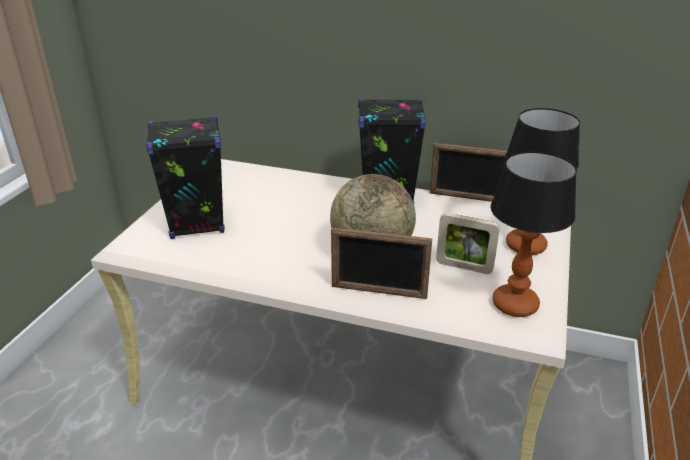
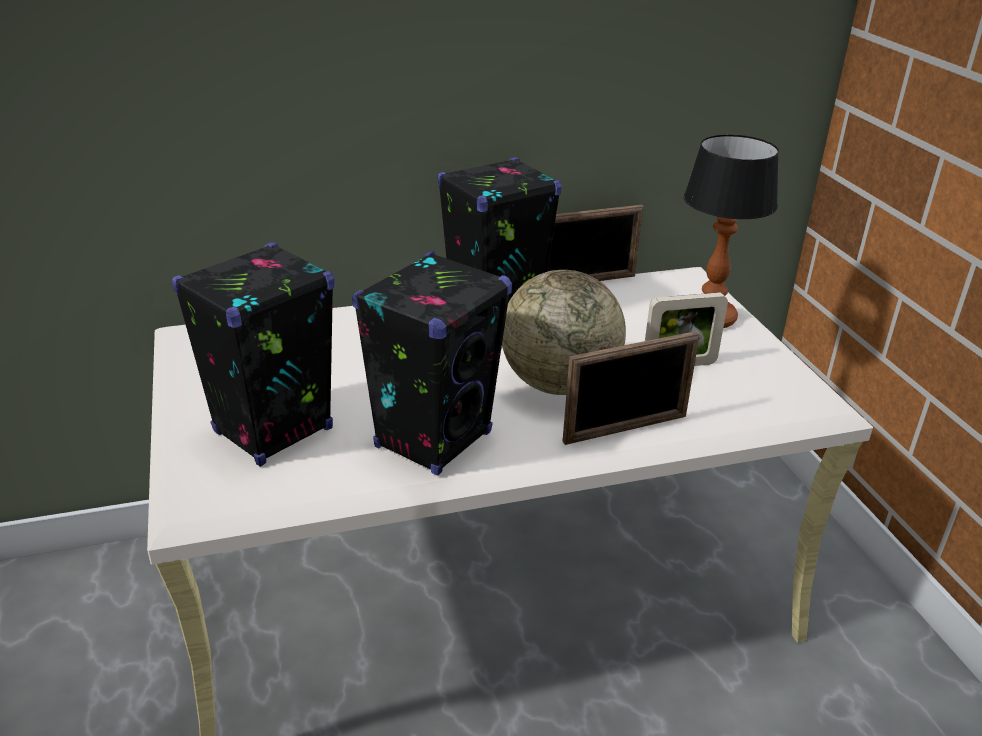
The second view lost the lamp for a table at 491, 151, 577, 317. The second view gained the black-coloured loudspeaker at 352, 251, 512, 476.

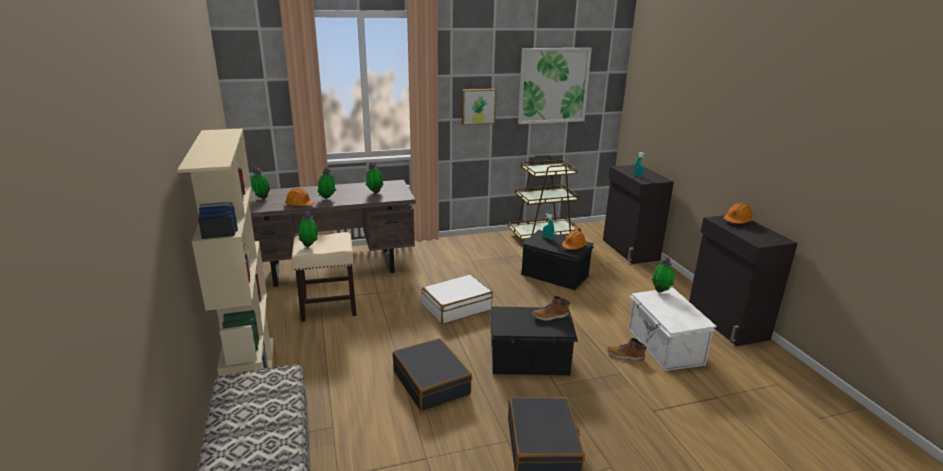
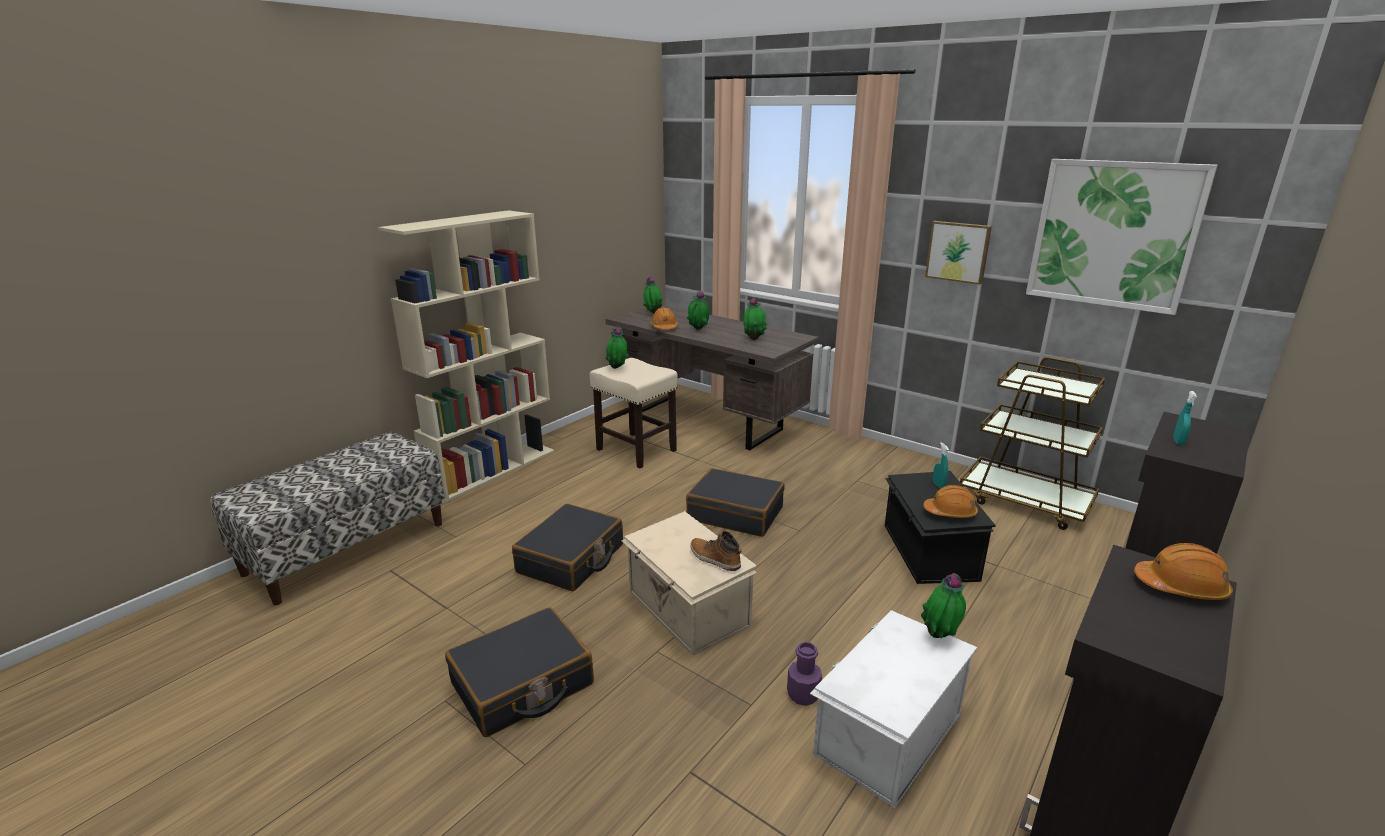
What was the whitish suitcase at 422, 274, 493, 324 turned into the black-coloured suitcase at 686, 468, 785, 537. What was the black-coloured storage container at 490, 307, 578, 375 turned into the sand-coloured storage container at 622, 511, 757, 655. Where the tall boot stood at 607, 338, 647, 361, the purple-coloured bottle came to stand at 787, 642, 822, 706.

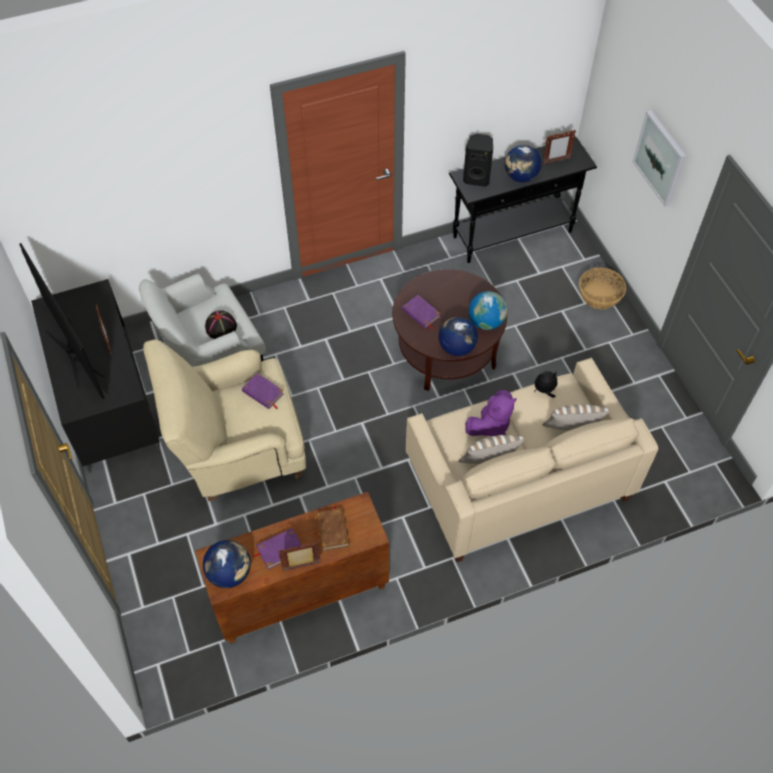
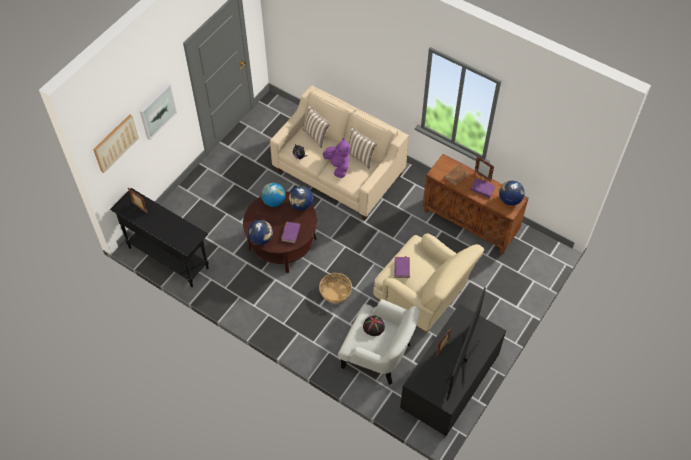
The second view lost the black-coloured loudspeaker at 463, 134, 493, 187. The purple-coloured plush toy at 465, 390, 517, 436 ended up facing another way, 45 degrees clockwise from before. The globe ended up elsewhere, having gone from 505, 145, 541, 182 to 248, 220, 273, 245. The storage basket ended up elsewhere, having gone from 579, 267, 626, 309 to 319, 273, 352, 303. The second view gained the wall art at 93, 115, 139, 173.

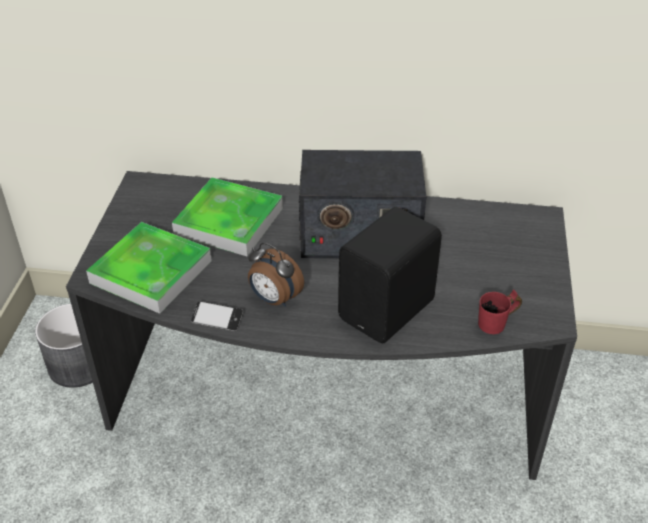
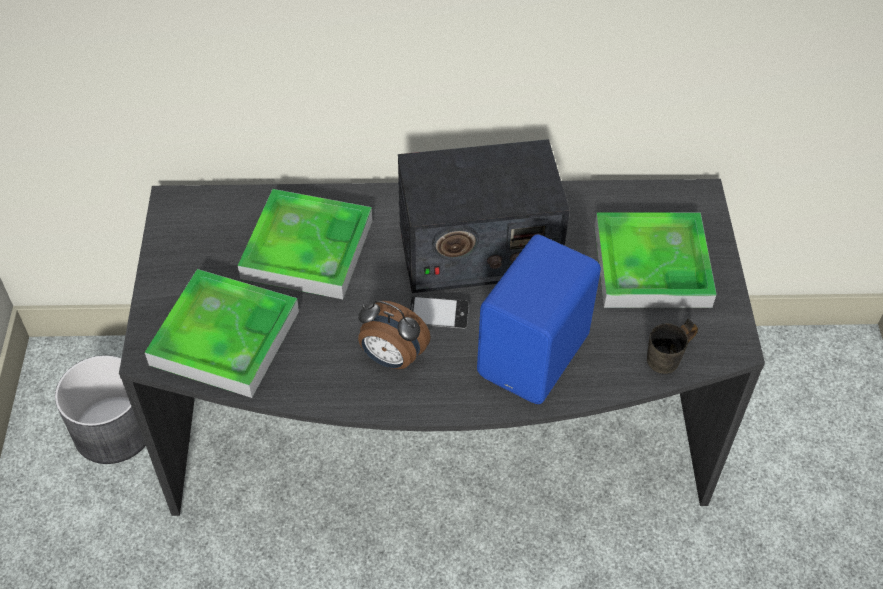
The handset ended up elsewhere, having gone from 191, 301, 244, 331 to 410, 296, 469, 329. What was the black-coloured loudspeaker at 338, 207, 442, 343 turned into the bluish loudspeaker at 477, 235, 601, 404. What was the red coffee mug at 478, 289, 522, 334 turned into the gray coffee mug at 647, 319, 698, 374. The second view gained the tray at 594, 213, 717, 308.

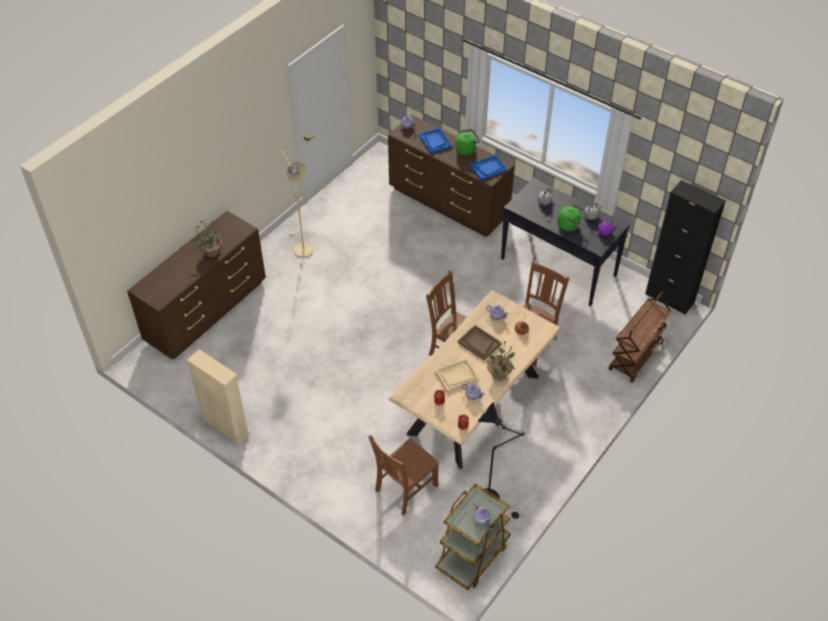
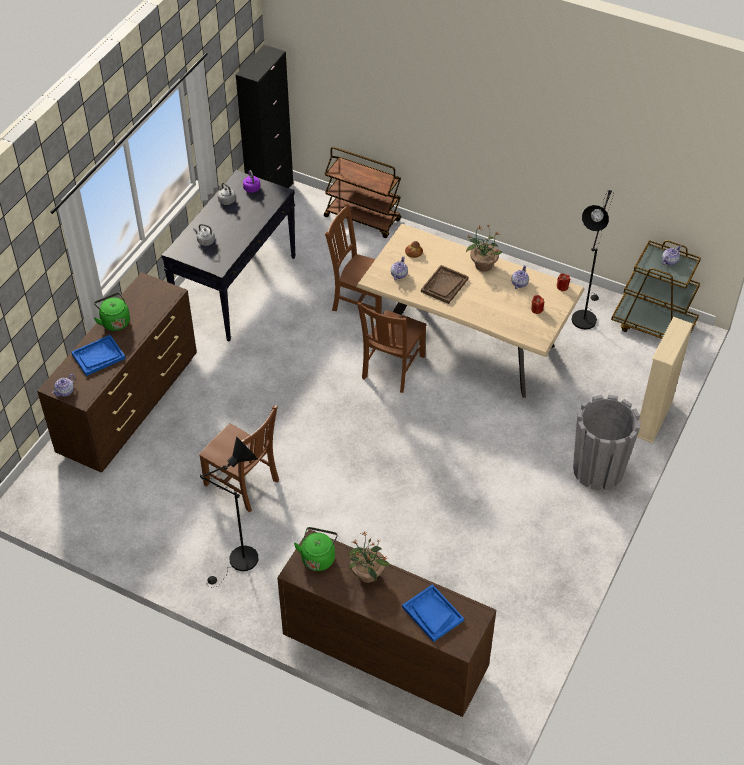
The sand-coloured shelving unit ended up elsewhere, having gone from 187, 349, 250, 444 to 637, 317, 693, 443. What was the sand-coloured floor lamp at 280, 151, 313, 258 turned into the black-coloured floor lamp at 200, 436, 259, 588. The brown upright chair ended up elsewhere, having gone from 368, 435, 439, 516 to 199, 405, 279, 512. The second view lost the sand-coloured tray at 435, 358, 479, 392. The bluish tray ended up elsewhere, having gone from 469, 155, 507, 180 to 402, 584, 464, 642. The greenish water kettle ended up elsewhere, having gone from 557, 205, 584, 231 to 294, 527, 338, 571. The second view gained the gray planter at 573, 395, 641, 490.

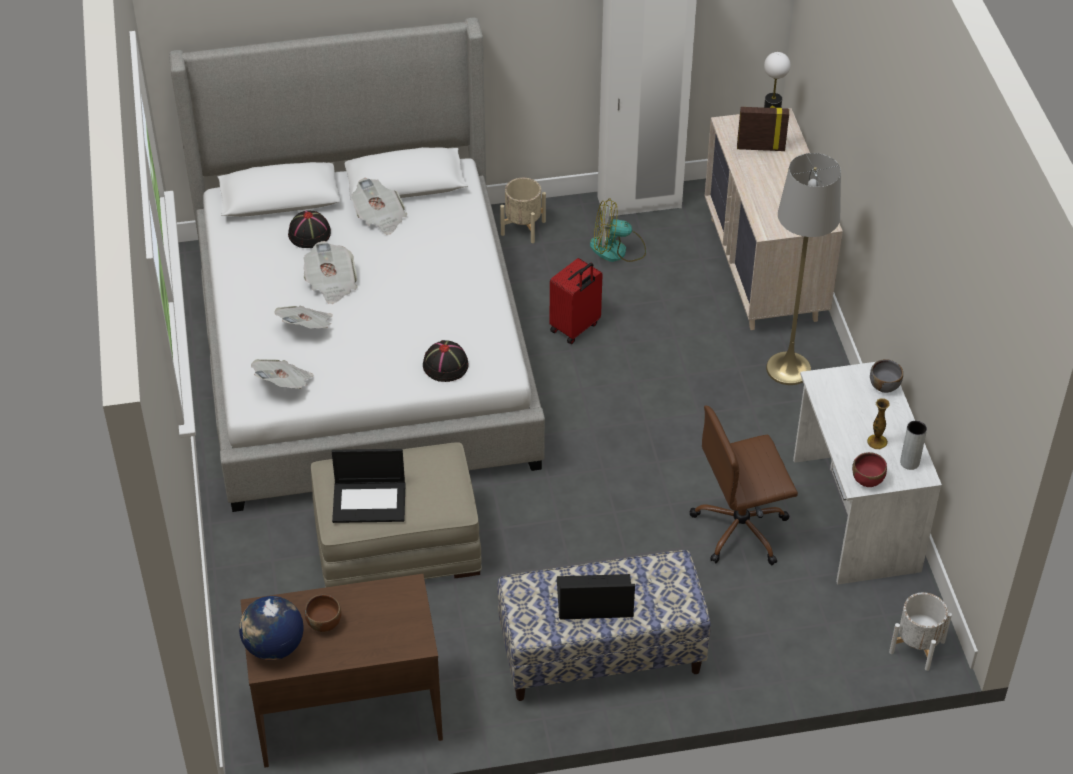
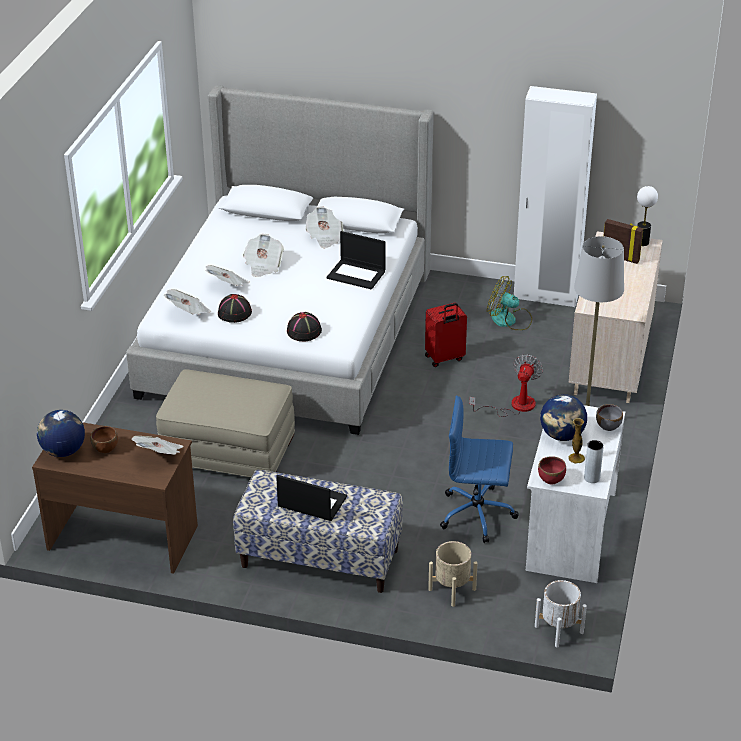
The black-coloured hat ended up elsewhere, having gone from 288, 210, 331, 248 to 218, 294, 252, 323. The notebook computer ended up elsewhere, having gone from 332, 449, 405, 523 to 327, 231, 385, 289. The sand-coloured planter ended up elsewhere, having gone from 500, 178, 546, 243 to 428, 541, 477, 607. What was the brown office chair at 689, 405, 798, 565 turned into the bluish office chair at 440, 395, 519, 543. The second view gained the newspaper at 132, 436, 183, 455. The second view gained the fan at 469, 354, 543, 417. The second view gained the globe at 540, 394, 587, 441.

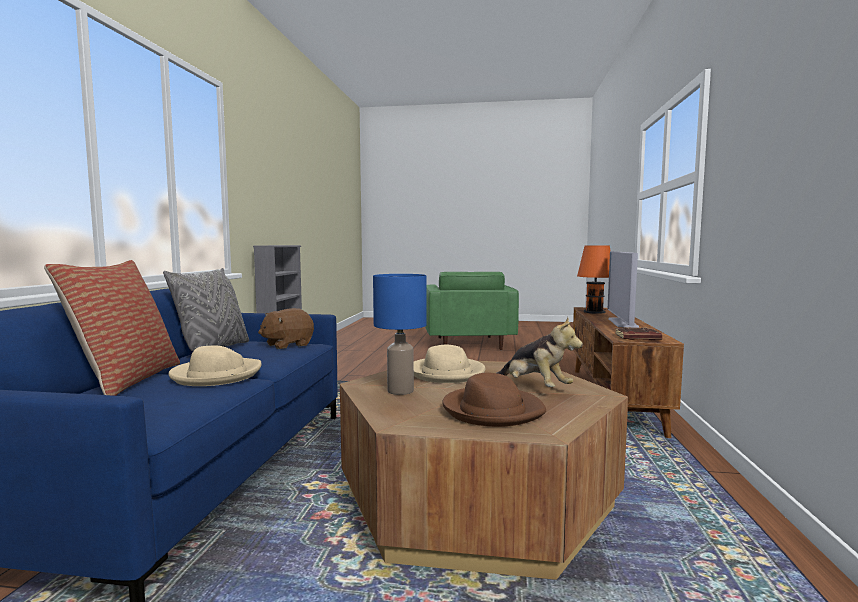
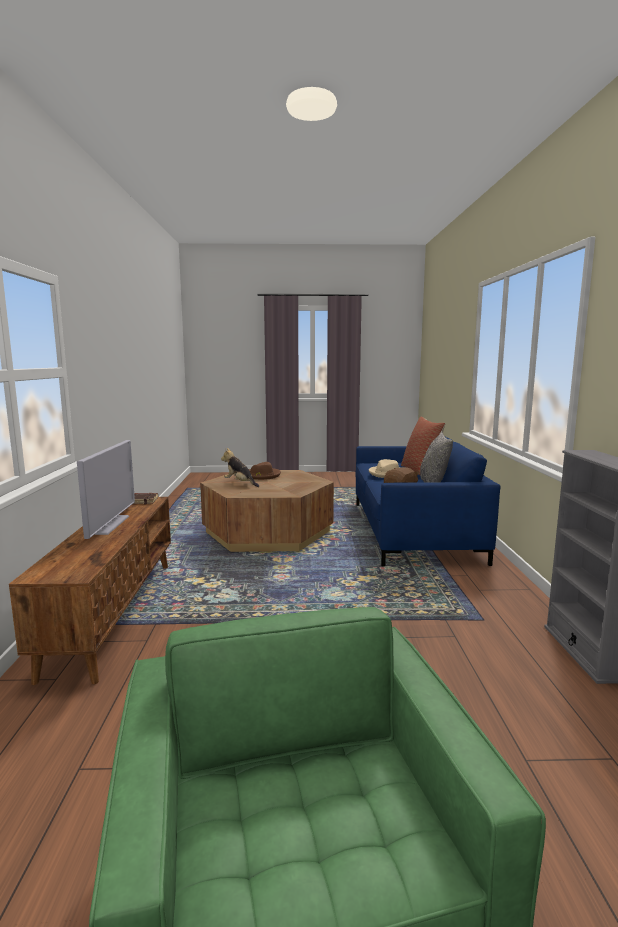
The second view lost the bluish lamp for a table at 373, 274, 427, 395. The second view lost the sand-coloured hat at 414, 345, 485, 383. The second view lost the orangey lamp for a table at 577, 245, 611, 314.

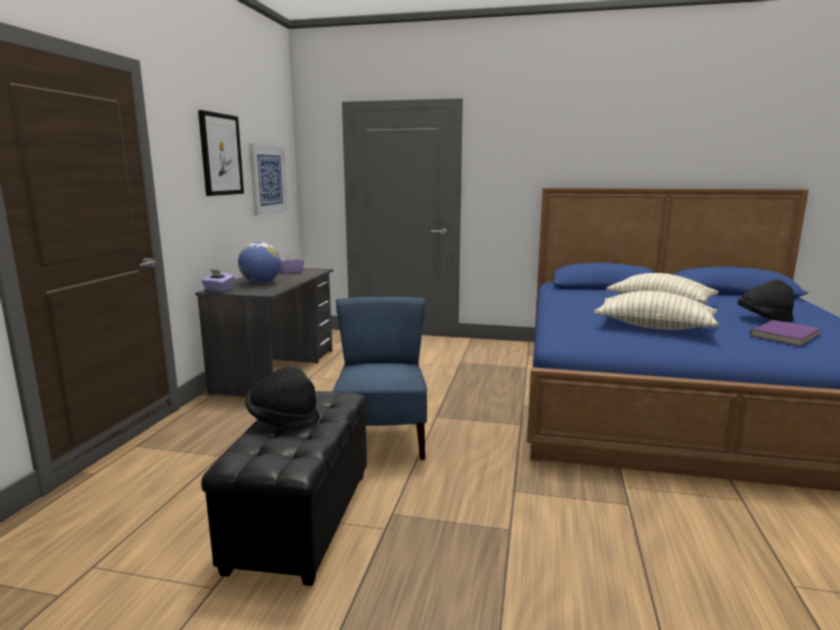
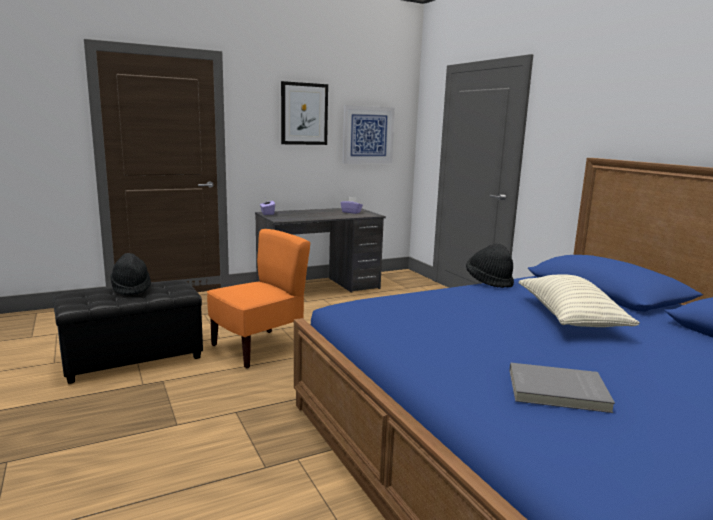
The second view lost the globe at 238, 242, 281, 284. What was the bluish upright chair at 332, 297, 428, 460 turned into the orangey upright chair at 207, 229, 310, 369. The second view lost the cushion at 594, 291, 719, 330. The black-coloured hat ended up elsewhere, having gone from 737, 279, 794, 322 to 466, 244, 514, 288. What was the purple-coloured book at 750, 320, 821, 346 turned into the gray book at 510, 363, 615, 413.

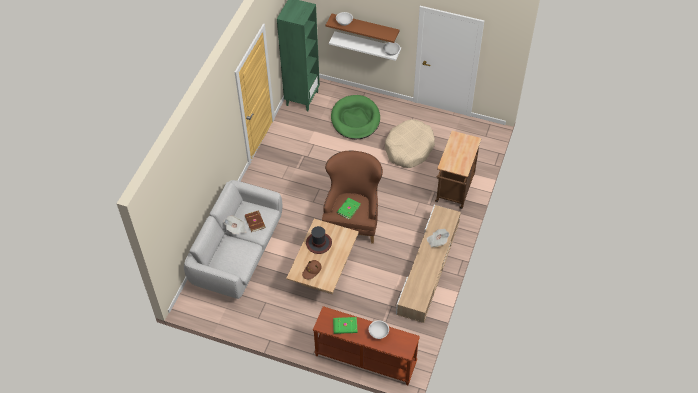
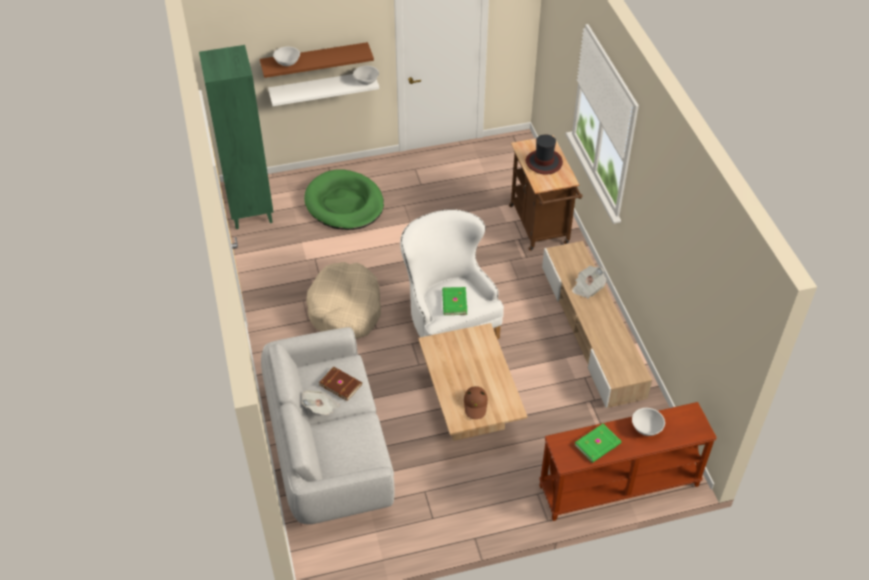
The hat ended up elsewhere, having gone from 306, 226, 332, 254 to 526, 134, 563, 175. What was the brown easy chair at 322, 151, 383, 244 turned into the whitish easy chair at 400, 209, 504, 339. The sand-coloured dog bed ended up elsewhere, having gone from 385, 119, 435, 168 to 306, 262, 381, 339.

